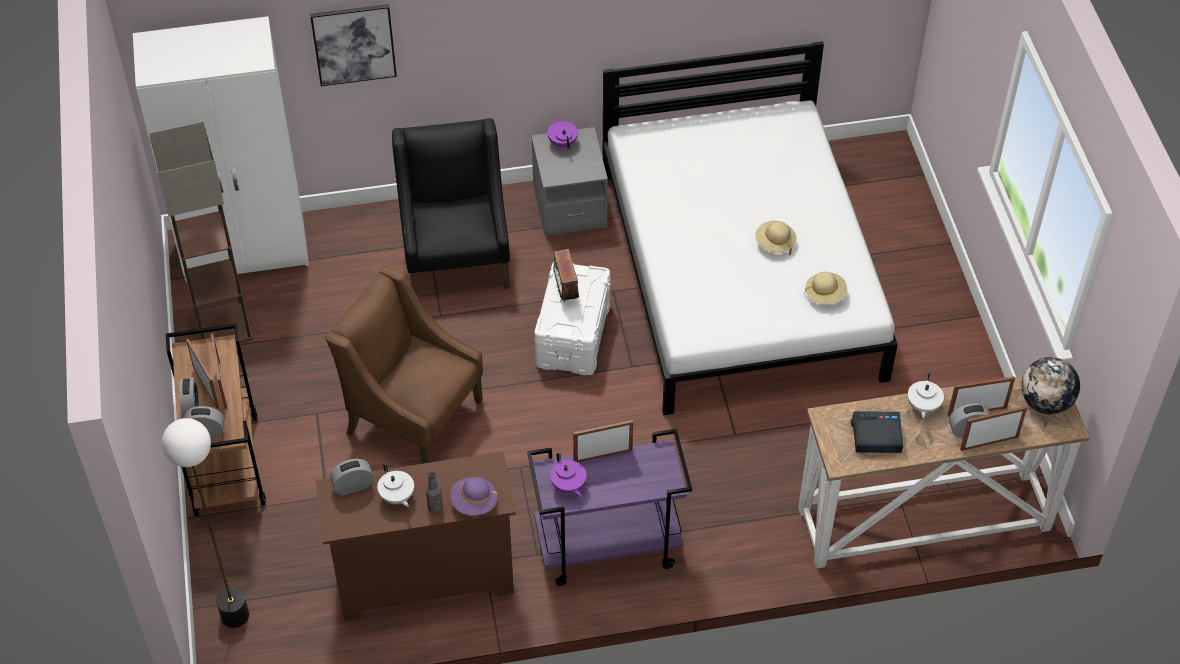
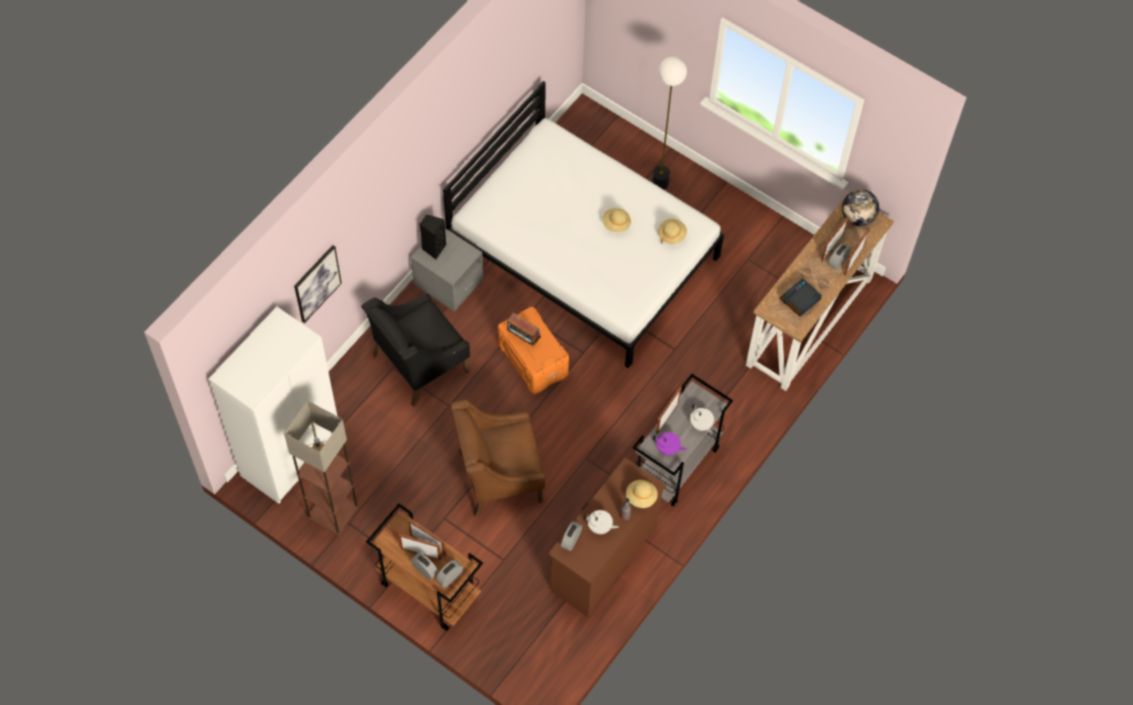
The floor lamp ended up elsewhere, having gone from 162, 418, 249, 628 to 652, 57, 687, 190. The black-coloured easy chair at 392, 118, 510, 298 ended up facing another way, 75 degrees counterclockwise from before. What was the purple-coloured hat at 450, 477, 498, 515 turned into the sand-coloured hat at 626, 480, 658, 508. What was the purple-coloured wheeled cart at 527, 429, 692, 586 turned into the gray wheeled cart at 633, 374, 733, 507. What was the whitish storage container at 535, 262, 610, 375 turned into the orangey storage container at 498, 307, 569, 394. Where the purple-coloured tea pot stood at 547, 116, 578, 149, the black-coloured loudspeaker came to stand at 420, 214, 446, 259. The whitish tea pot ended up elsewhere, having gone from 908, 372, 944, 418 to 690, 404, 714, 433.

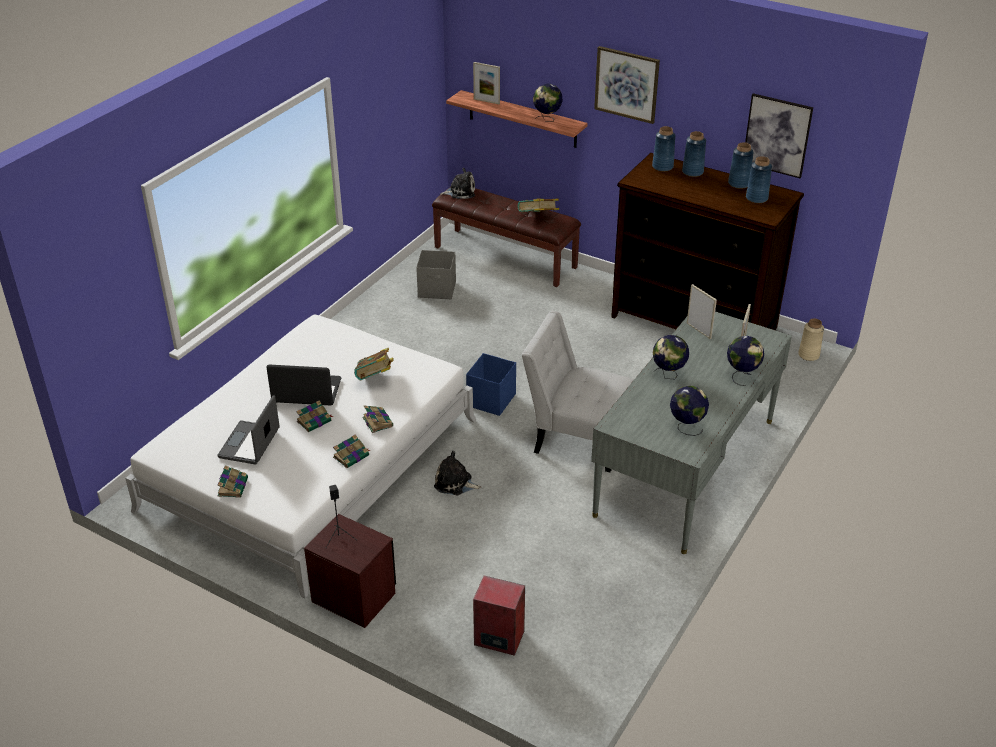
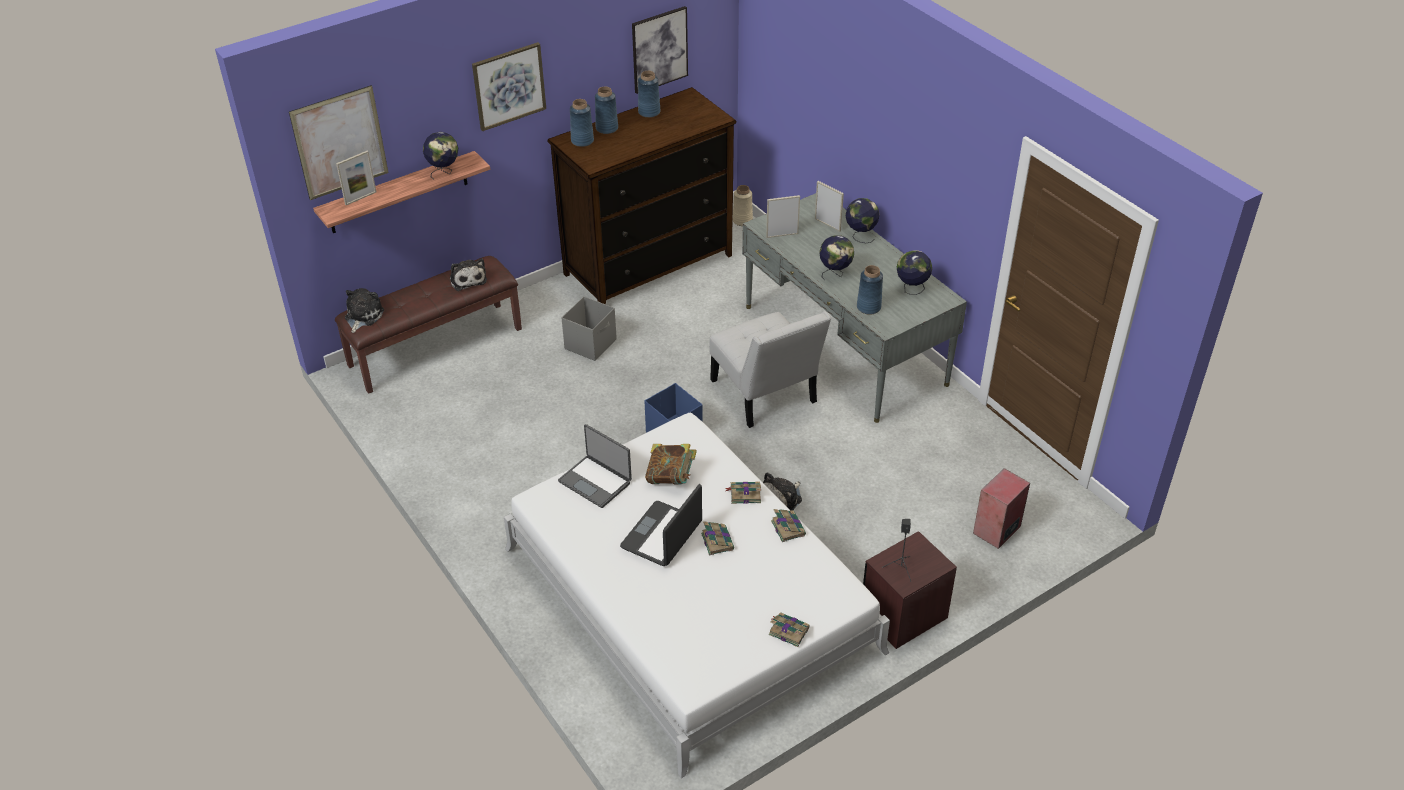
The notebook computer ended up elsewhere, having gone from 217, 395, 280, 465 to 558, 424, 632, 508. The gray storage container ended up elsewhere, having gone from 416, 250, 456, 299 to 562, 296, 617, 361. Where the book stood at 517, 198, 559, 212, the plush toy came to stand at 450, 259, 487, 291. The whitish upright chair at 522, 311, 634, 472 ended up facing another way, 75 degrees counterclockwise from before. The bluish flower vase ended up elsewhere, having gone from 746, 156, 772, 203 to 857, 265, 883, 315. The second view gained the wall art at 289, 85, 389, 200.

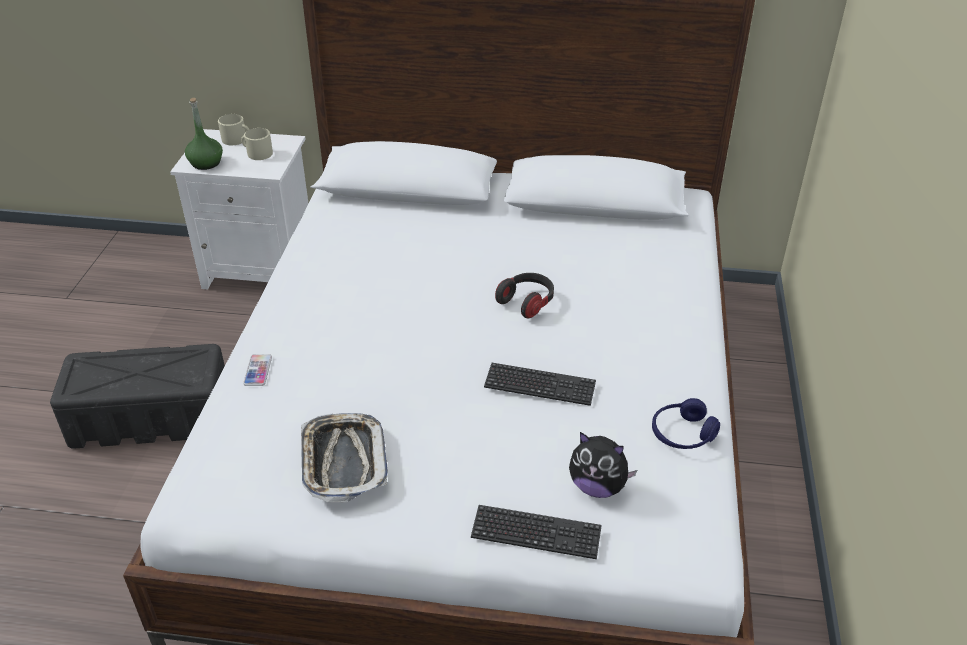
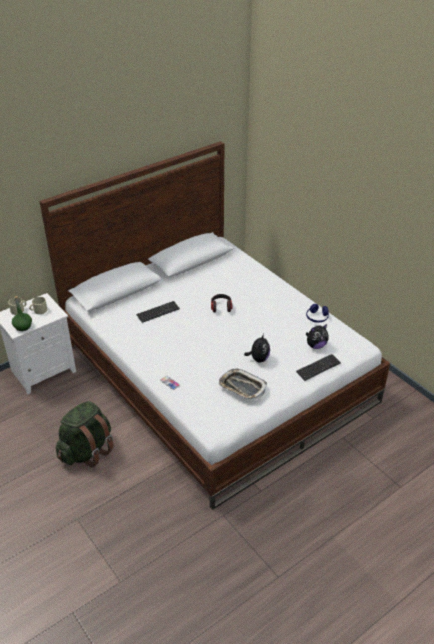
Where the black-coloured storage container stood at 50, 344, 225, 449, the greenish rucksack came to stand at 56, 401, 114, 467. The computer keyboard ended up elsewhere, having gone from 484, 363, 596, 406 to 136, 301, 180, 323. The second view gained the plush toy at 244, 333, 270, 362.

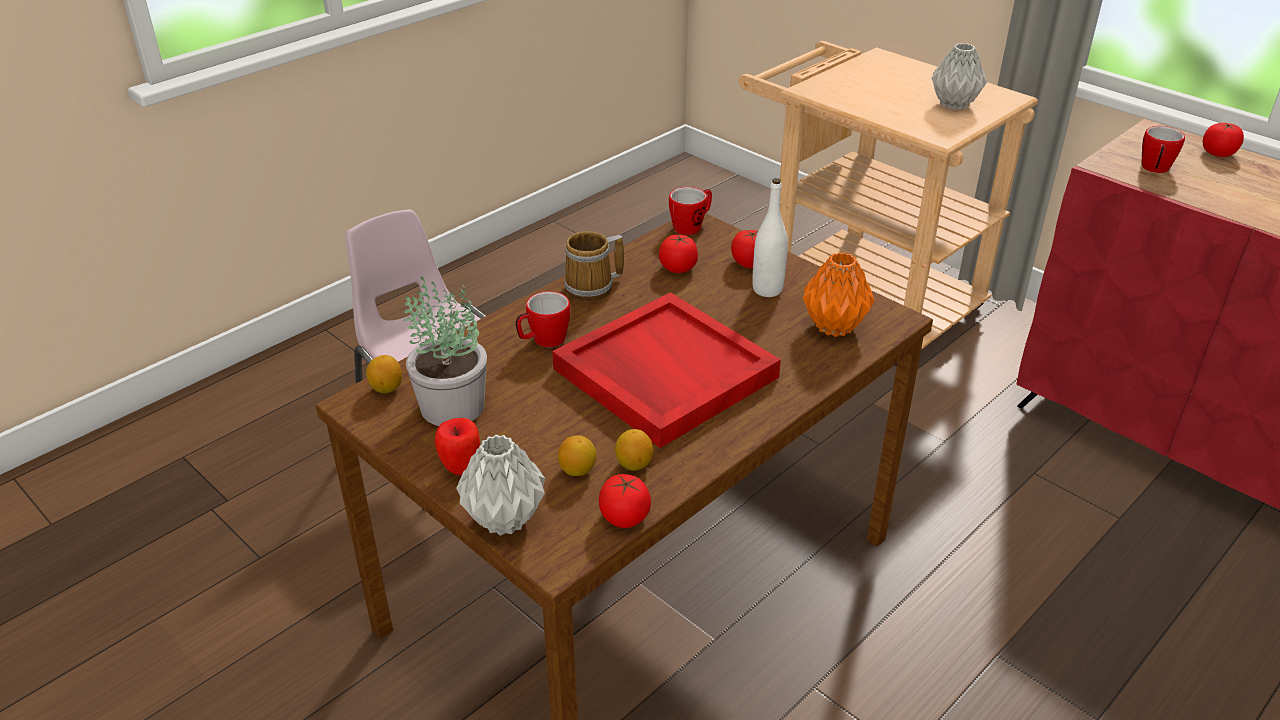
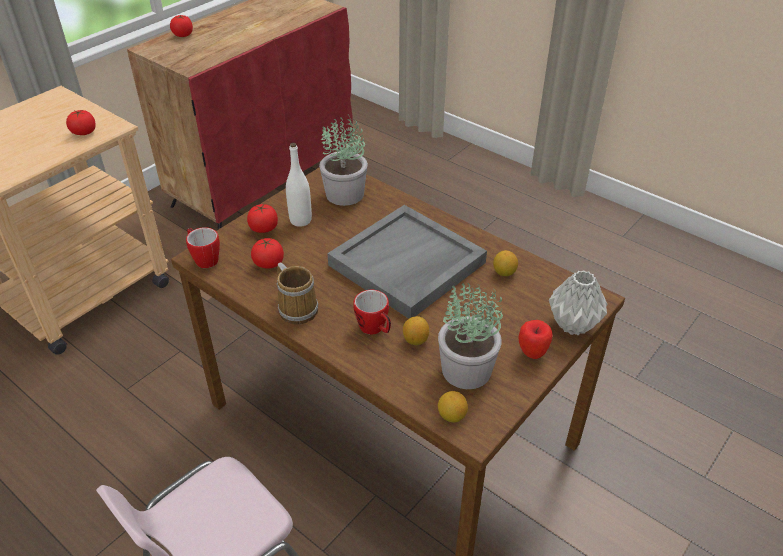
What was the red tray at 552, 292, 781, 448 turned into the gray tray at 327, 205, 487, 319. The lemon ended up elsewhere, having gone from 558, 435, 596, 476 to 403, 316, 429, 345. The whole tomato ended up elsewhere, having gone from 599, 474, 651, 528 to 66, 110, 96, 135. Where the orangey flower vase stood at 803, 252, 875, 337, the houseplant came to stand at 319, 115, 368, 206. The second view lost the gray flower vase at 931, 43, 987, 110. The second view lost the coffee mug at 1142, 126, 1185, 173.

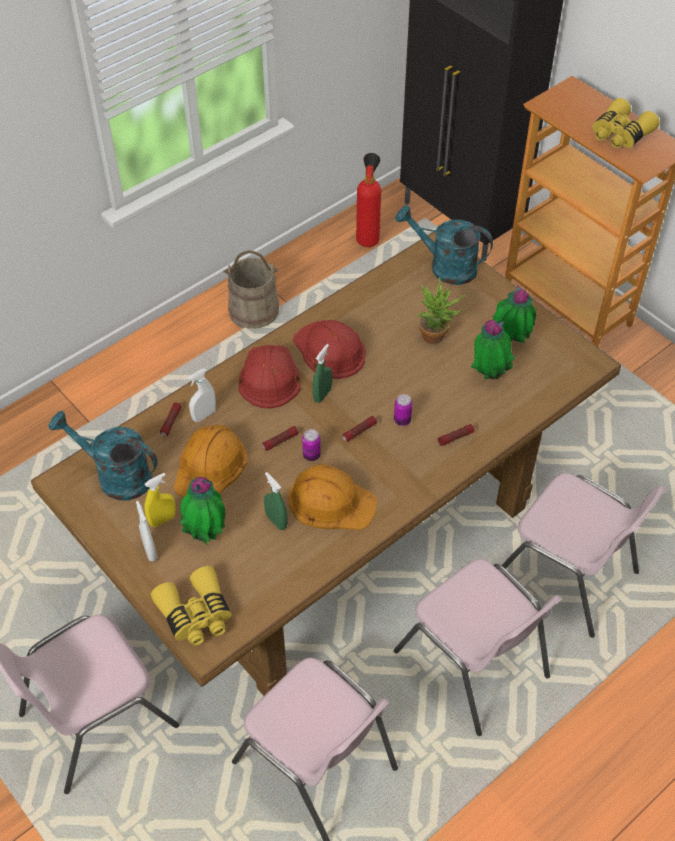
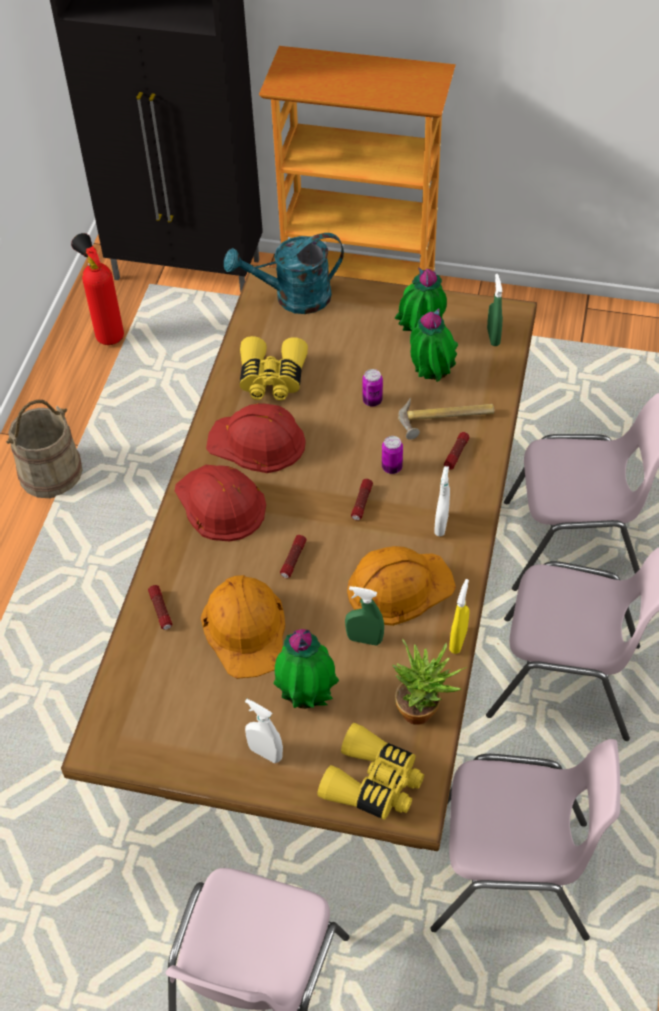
The second view lost the turquoise watering can at 49, 411, 158, 501. The yellow-coloured spray bottle ended up elsewhere, having gone from 144, 473, 176, 527 to 449, 579, 470, 654. The whitish spray bottle ended up elsewhere, having gone from 188, 369, 216, 422 to 434, 466, 450, 536. The sealed can ended up elsewhere, having gone from 302, 429, 321, 461 to 362, 369, 383, 407. The greenish spray bottle ended up elsewhere, having gone from 312, 344, 332, 403 to 487, 274, 502, 346. The houseplant ended up elsewhere, having gone from 417, 277, 465, 344 to 392, 639, 467, 725. The yellow-coloured binoculars ended up elsewhere, having gone from 593, 98, 660, 148 to 240, 336, 308, 400. The second view gained the tool hammer at 398, 398, 494, 440.

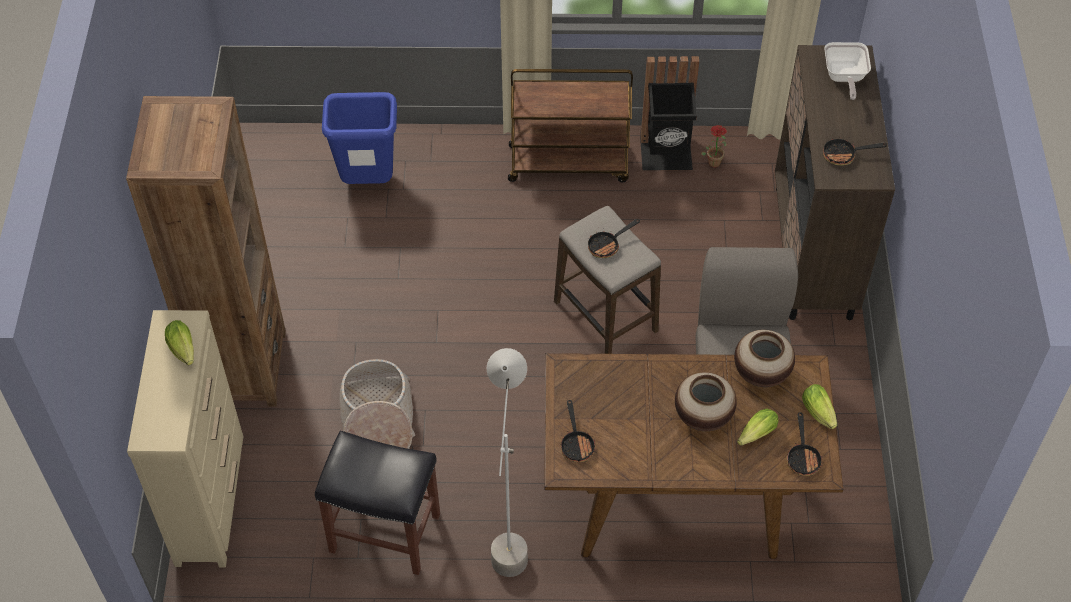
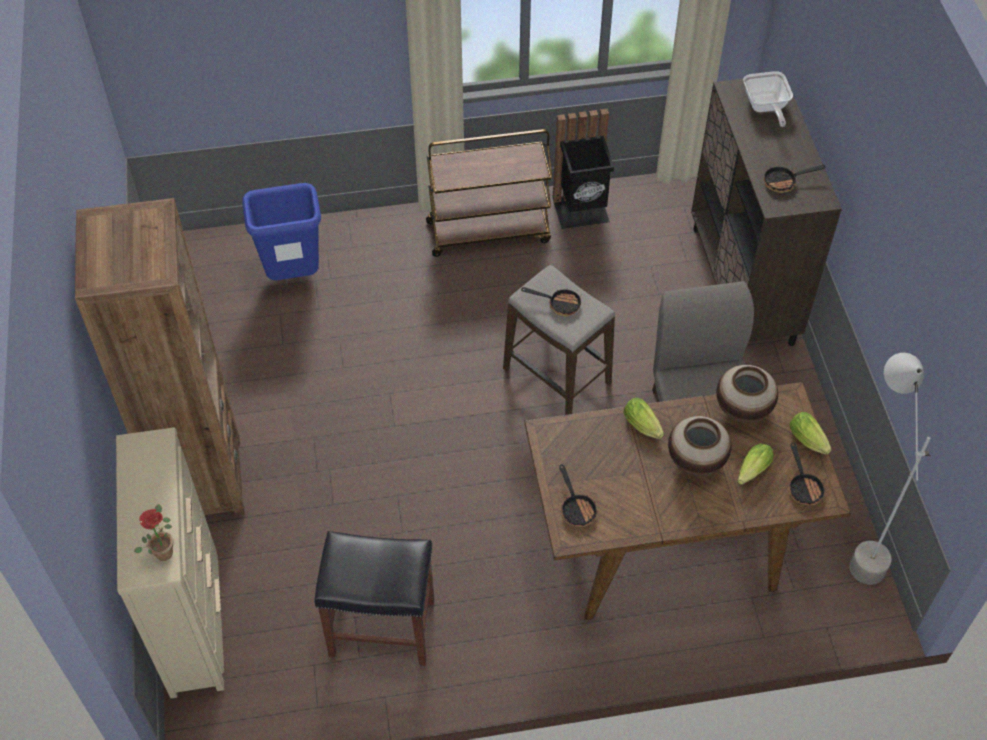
The lettuce ended up elsewhere, having gone from 165, 320, 194, 365 to 624, 398, 664, 439. The second view lost the storage basket at 339, 359, 415, 449. The gray floor lamp ended up elsewhere, having gone from 487, 348, 528, 577 to 849, 353, 931, 585. The frying pan at 588, 219, 640, 258 ended up facing another way, 120 degrees counterclockwise from before. The houseplant ended up elsewhere, having gone from 701, 125, 727, 168 to 134, 504, 173, 561.

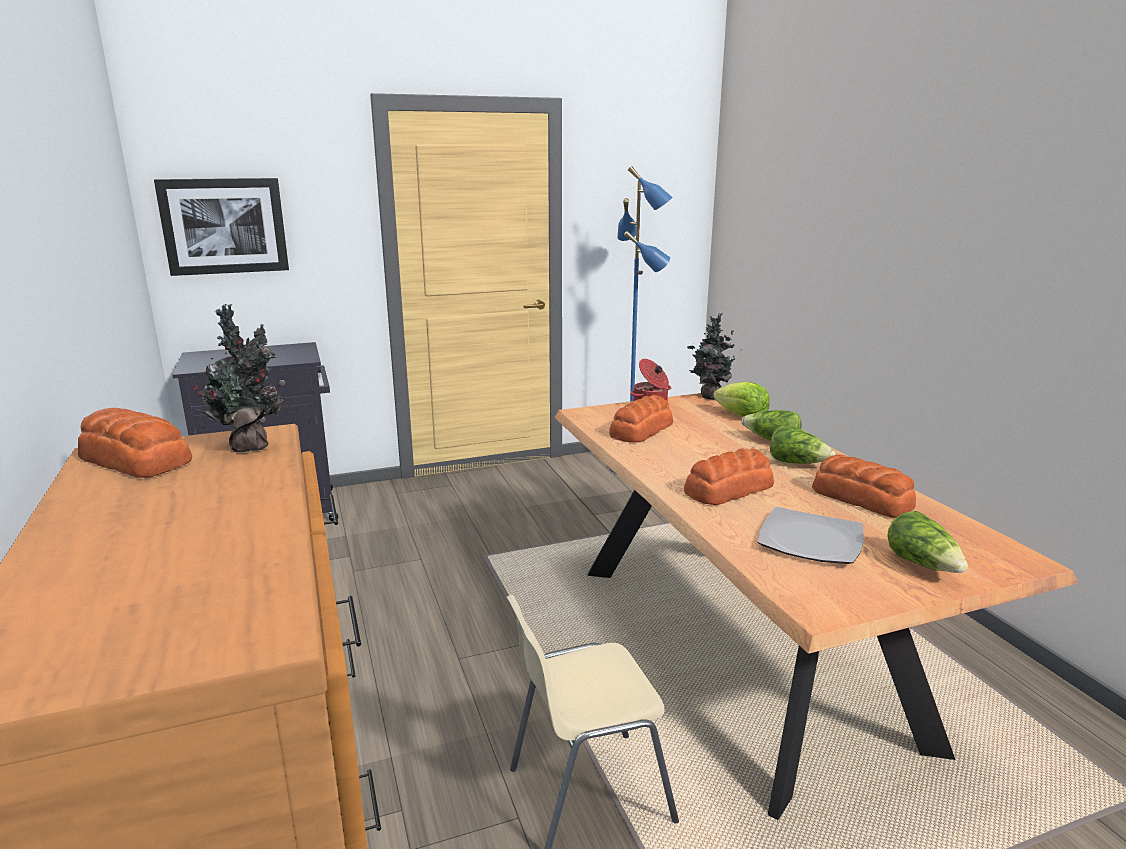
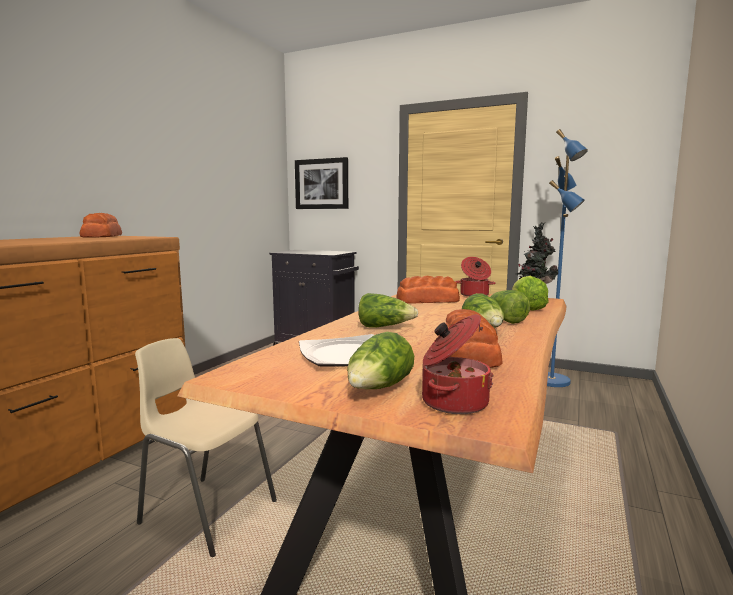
The second view lost the houseplant at 194, 304, 283, 453. Where the baked bread stood at 684, 448, 774, 505, the lettuce came to stand at 358, 293, 418, 328. The second view gained the cooking pot at 422, 314, 494, 414.

